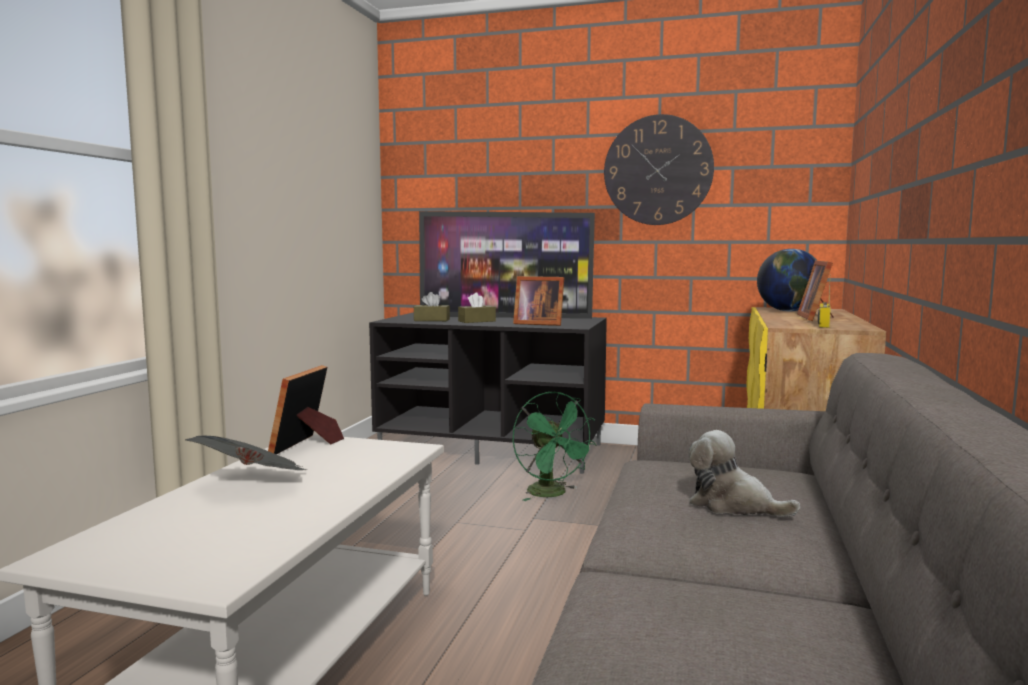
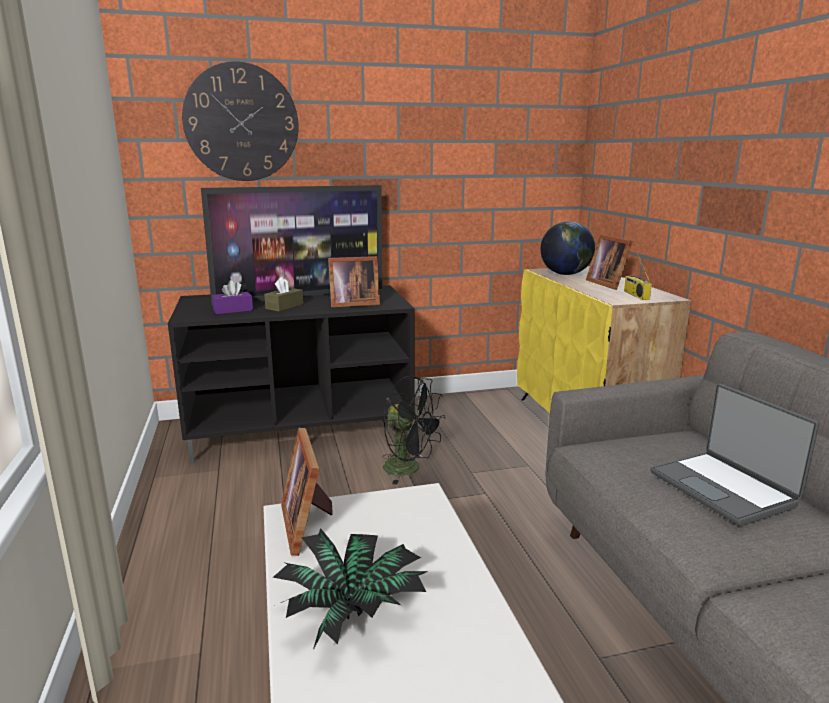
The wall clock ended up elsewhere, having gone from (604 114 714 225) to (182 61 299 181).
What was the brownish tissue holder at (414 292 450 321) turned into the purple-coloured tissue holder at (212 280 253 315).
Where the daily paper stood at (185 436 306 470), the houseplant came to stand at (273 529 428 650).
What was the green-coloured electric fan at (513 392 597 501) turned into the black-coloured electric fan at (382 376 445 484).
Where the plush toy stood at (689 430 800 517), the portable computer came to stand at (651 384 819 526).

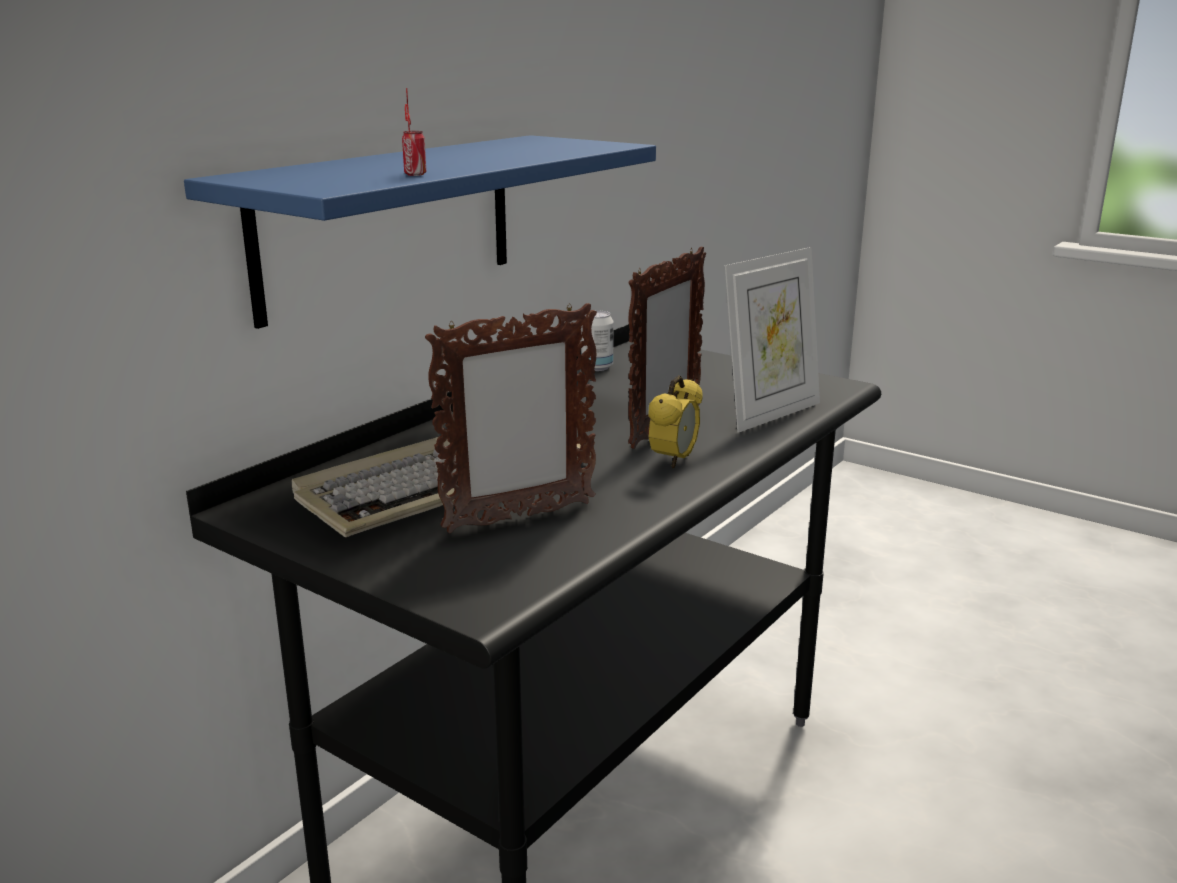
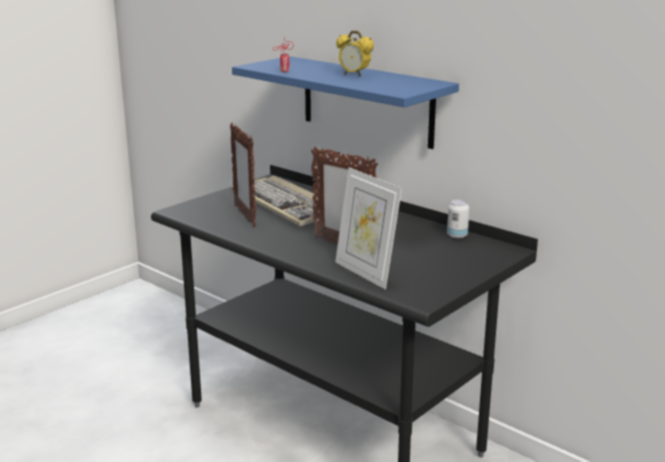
The bedside clock ended up elsewhere, having gone from (648 375 703 468) to (336 31 374 77).

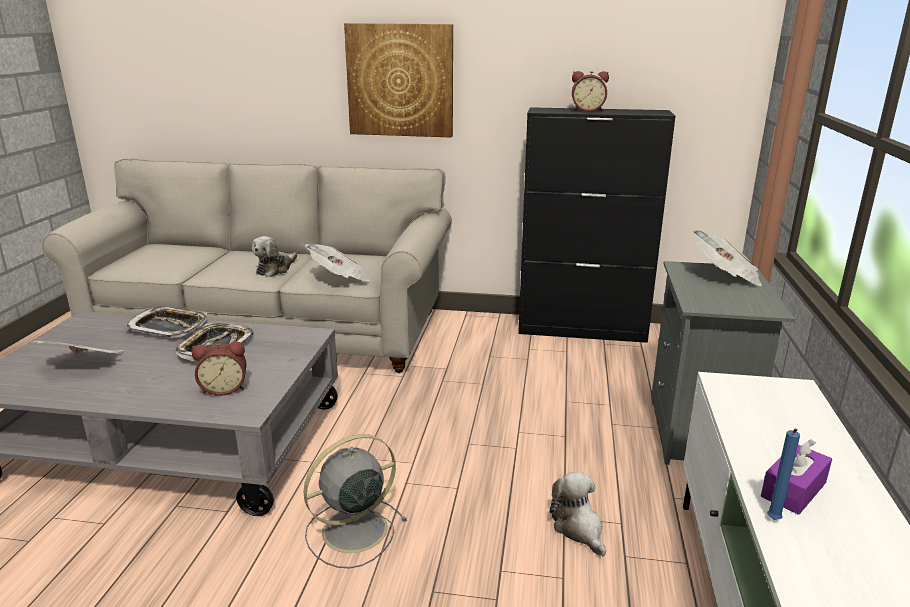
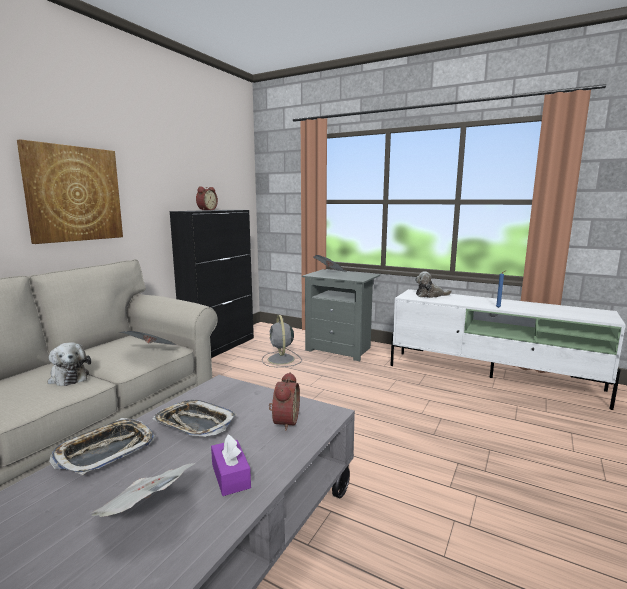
The purple-coloured tissue holder ended up elsewhere, having gone from (761 439 832 515) to (211 435 251 496).
The grey electric fan ended up elsewhere, having gone from (303 434 408 568) to (262 315 302 367).
The plush toy ended up elsewhere, having gone from (550 472 606 557) to (415 271 452 298).

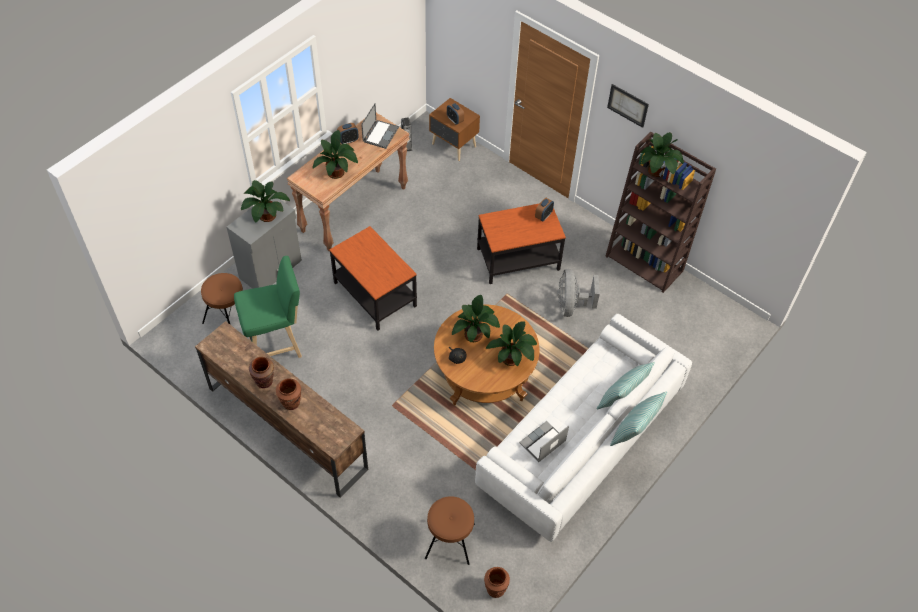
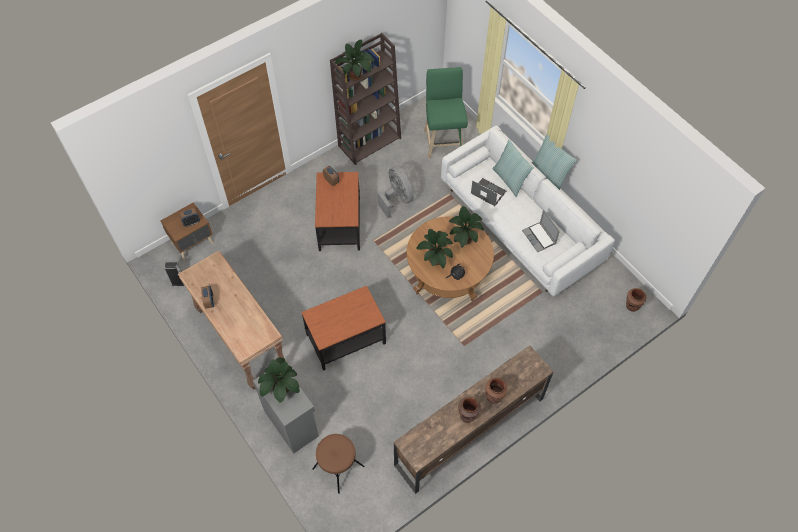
The grey electric fan at (558 269 600 317) ended up facing another way, 135 degrees counterclockwise from before.
The green-coloured stool ended up elsewhere, having gone from (234 256 302 358) to (424 67 468 159).
The portable computer ended up elsewhere, having gone from (361 104 399 149) to (471 178 506 206).
The second view lost the houseplant at (312 130 358 179).
The second view lost the brownish stool at (425 496 475 565).
The second view lost the wall picture at (607 84 649 128).

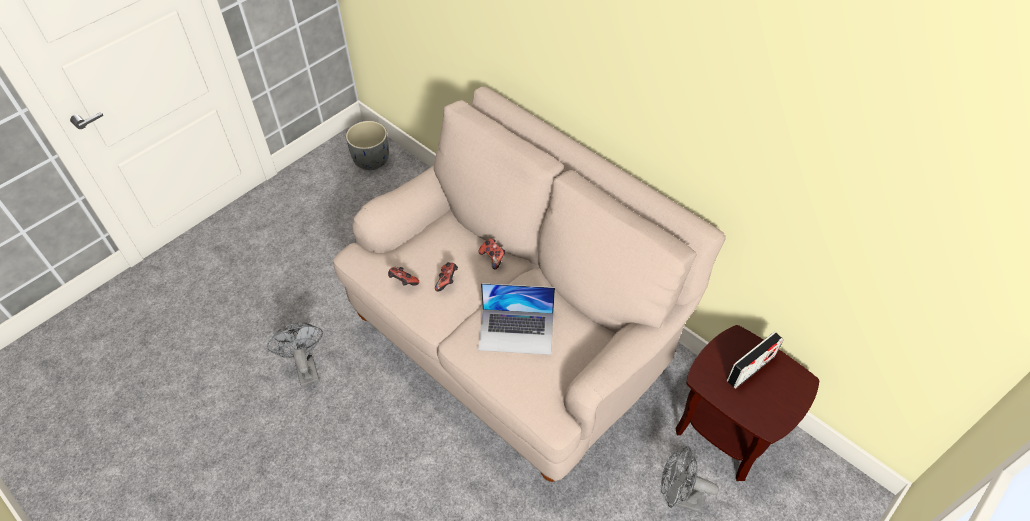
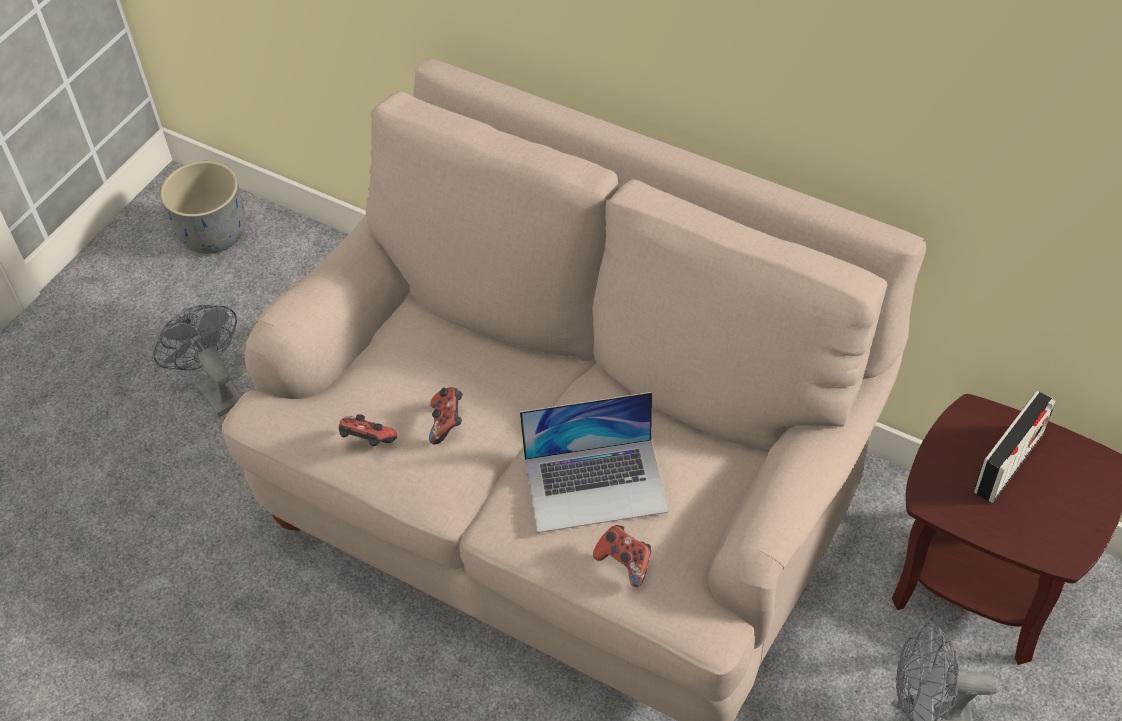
The grey electric fan ended up elsewhere, having gone from (267 323 323 387) to (153 305 242 417).
The gamepad ended up elsewhere, having gone from (478 238 505 270) to (593 525 651 587).

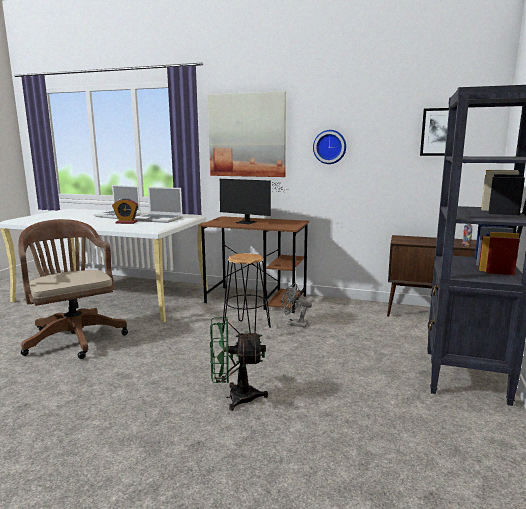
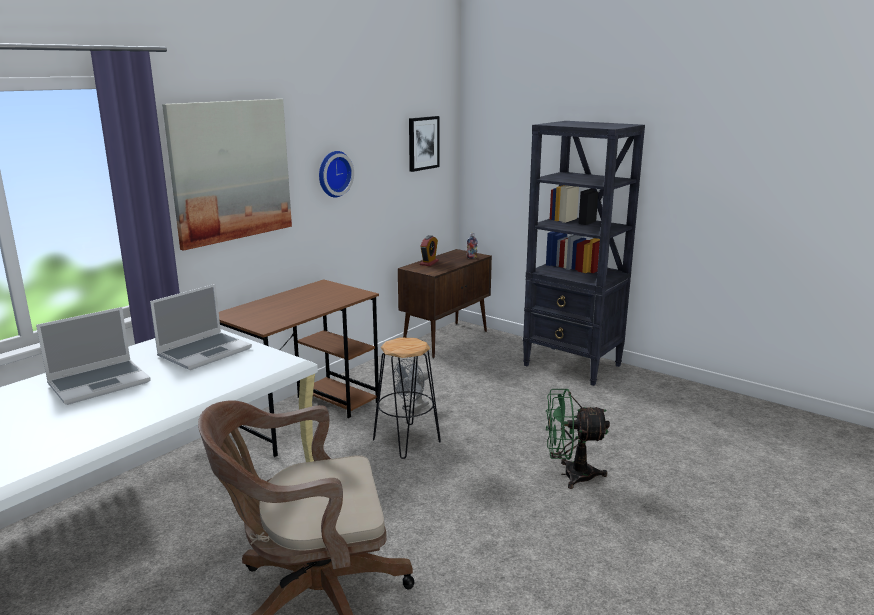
The bedside clock ended up elsewhere, having gone from (112 198 138 224) to (420 235 439 266).
The green-coloured electric fan at (210 317 268 411) ended up facing another way, 75 degrees clockwise from before.
The second view lost the computer display at (220 179 285 224).

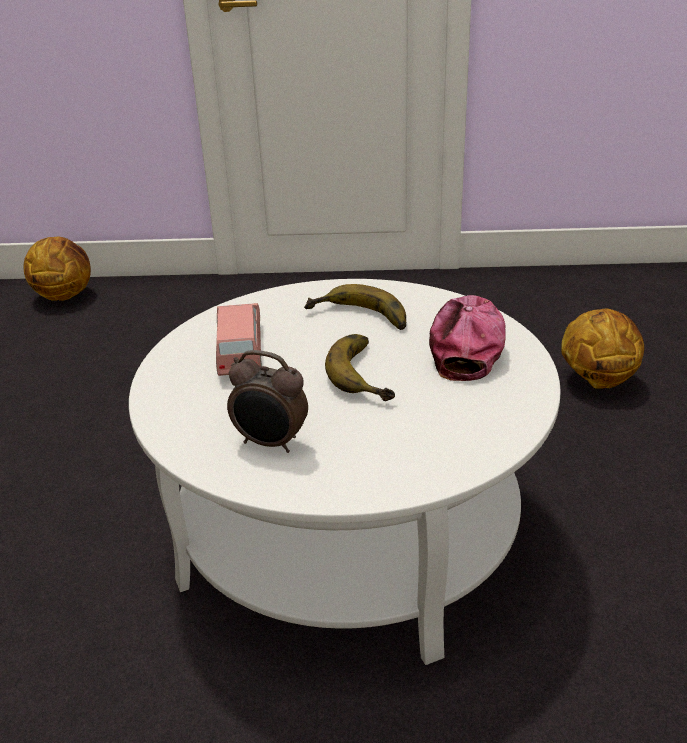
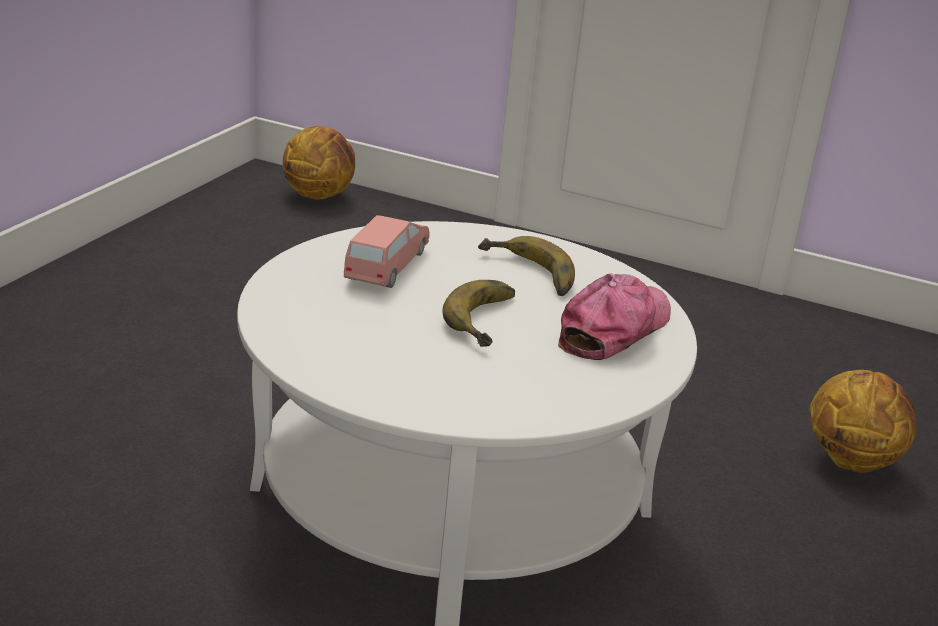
The second view lost the bedside clock at (227 350 308 453).

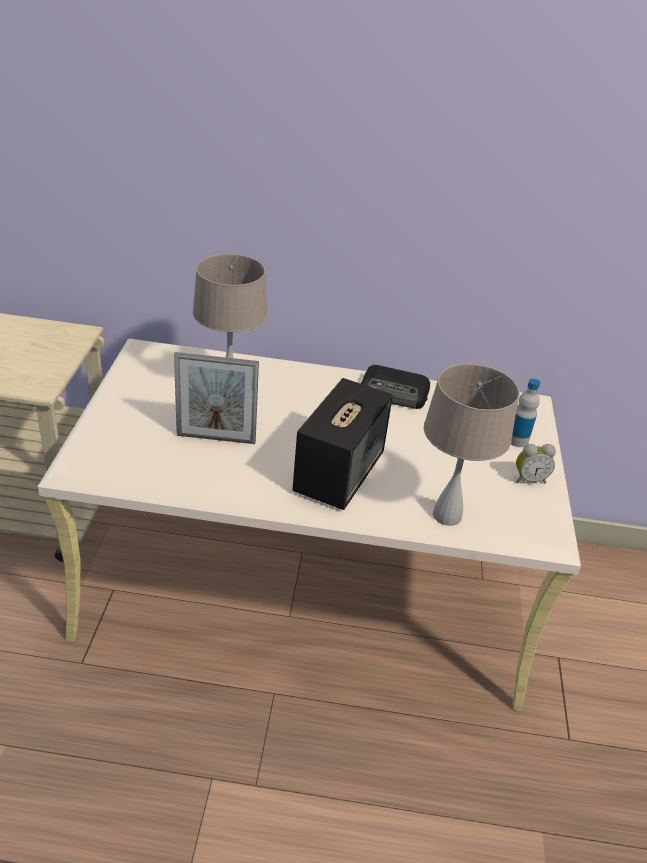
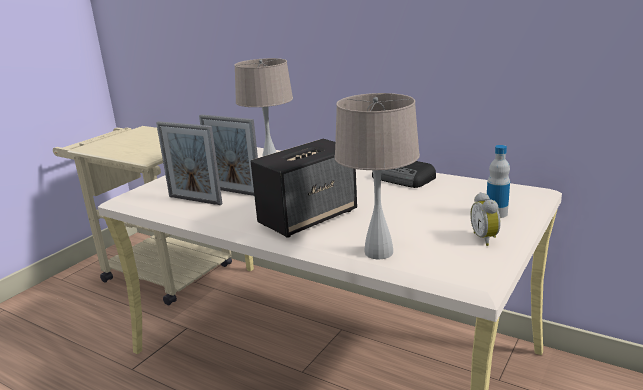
The second view gained the standing frame at (156 121 223 205).
The bedside clock at (516 444 556 483) ended up facing another way, 60 degrees clockwise from before.

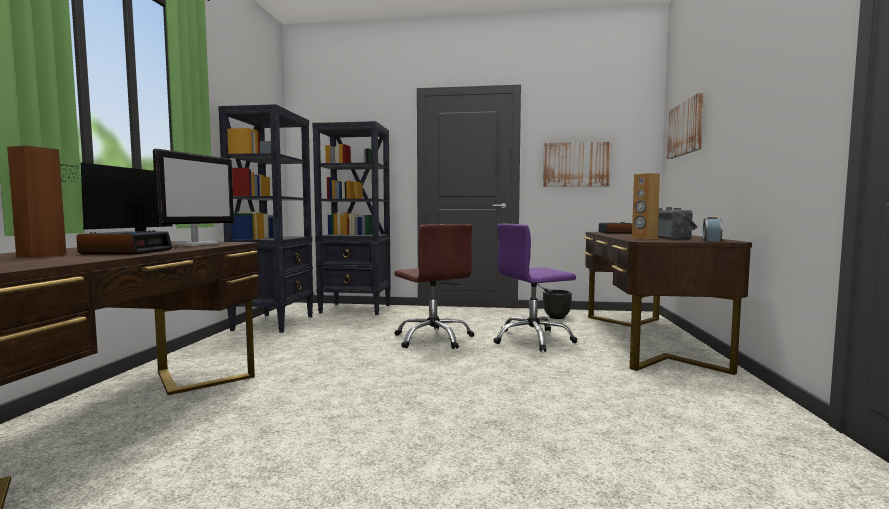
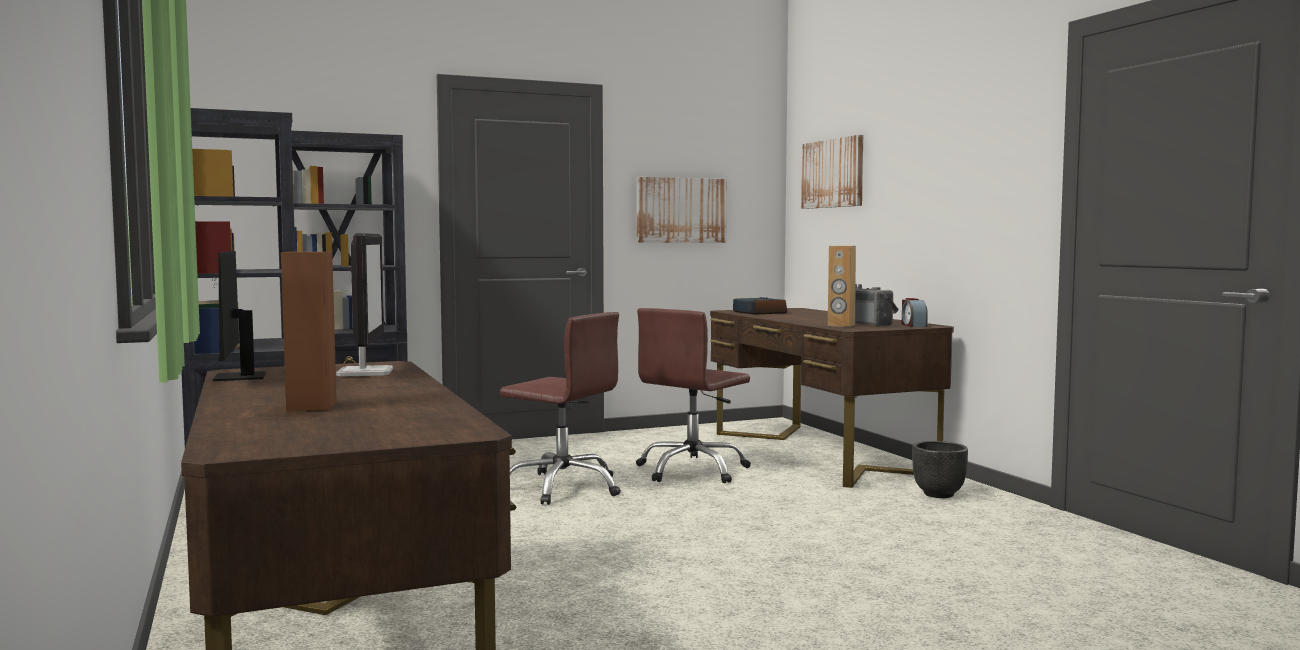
What was the purple-coloured desk chair at (494 224 577 352) turned into the brownish desk chair at (636 308 751 483).
The black-coloured flower pot ended up elsewhere, having gone from (543 290 572 319) to (912 441 968 498).
The second view lost the bedside clock at (76 230 173 254).

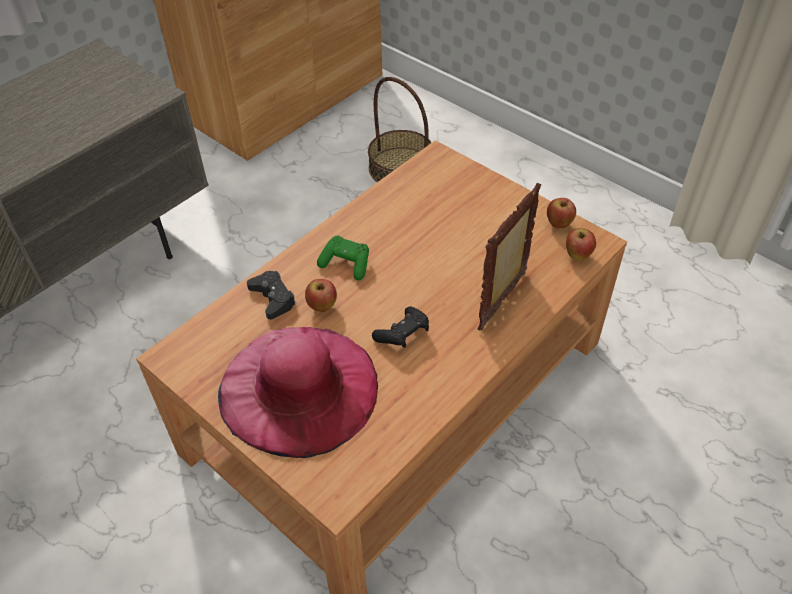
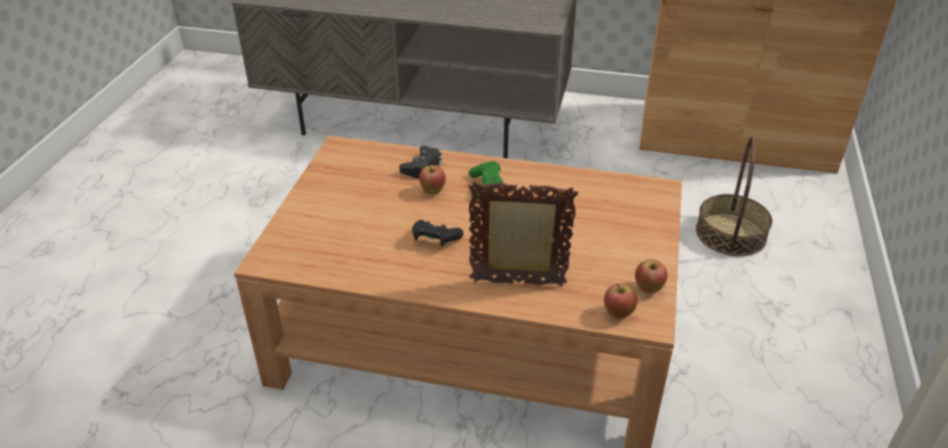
The second view lost the pinkish wearable hat at (218 327 378 458).

